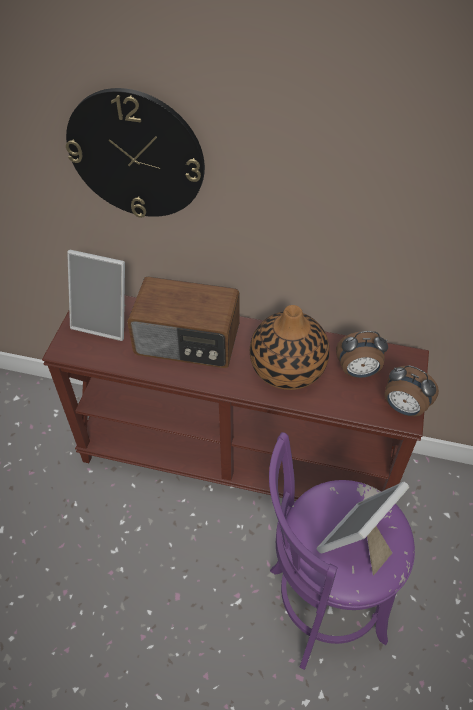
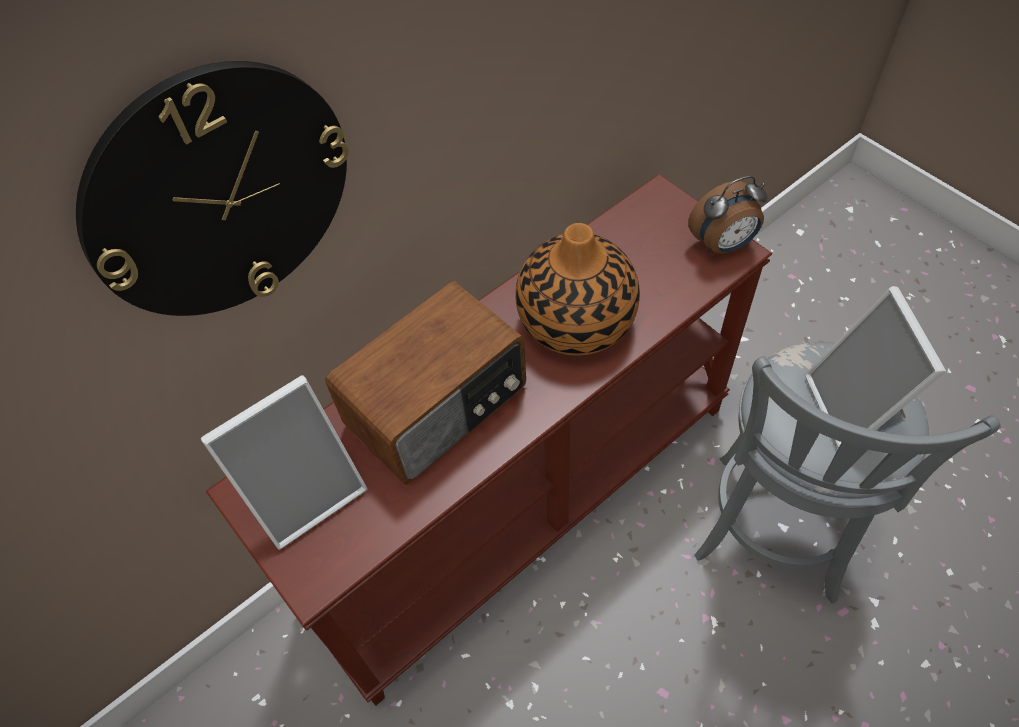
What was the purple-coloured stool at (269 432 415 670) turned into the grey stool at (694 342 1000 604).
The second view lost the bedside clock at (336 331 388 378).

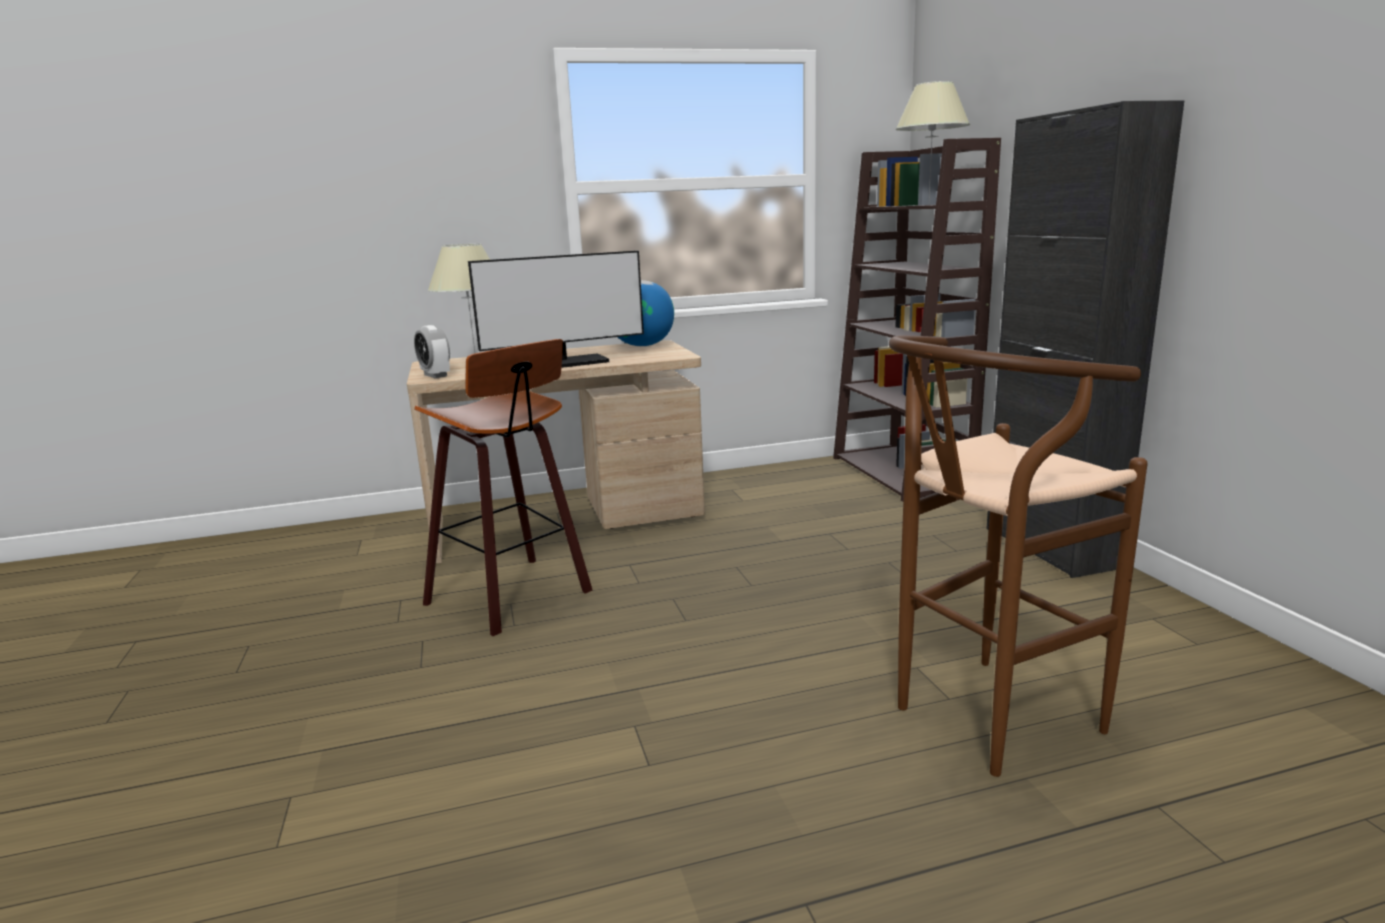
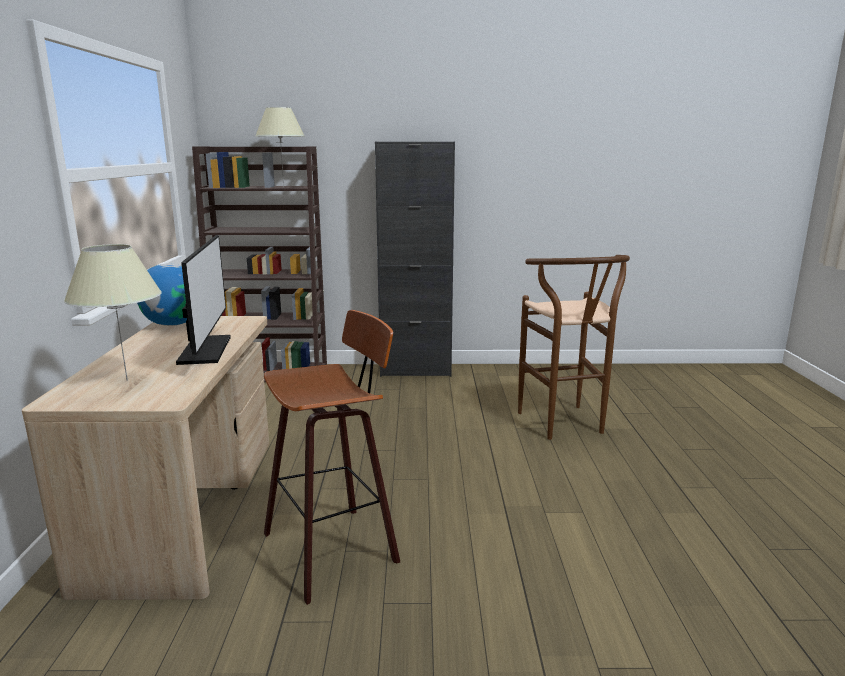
The second view lost the bedside clock at (414 325 450 378).

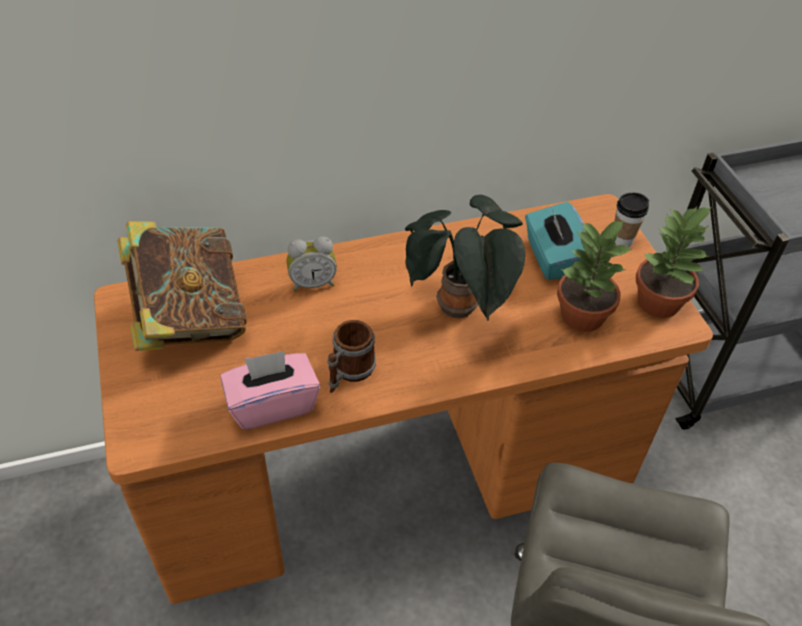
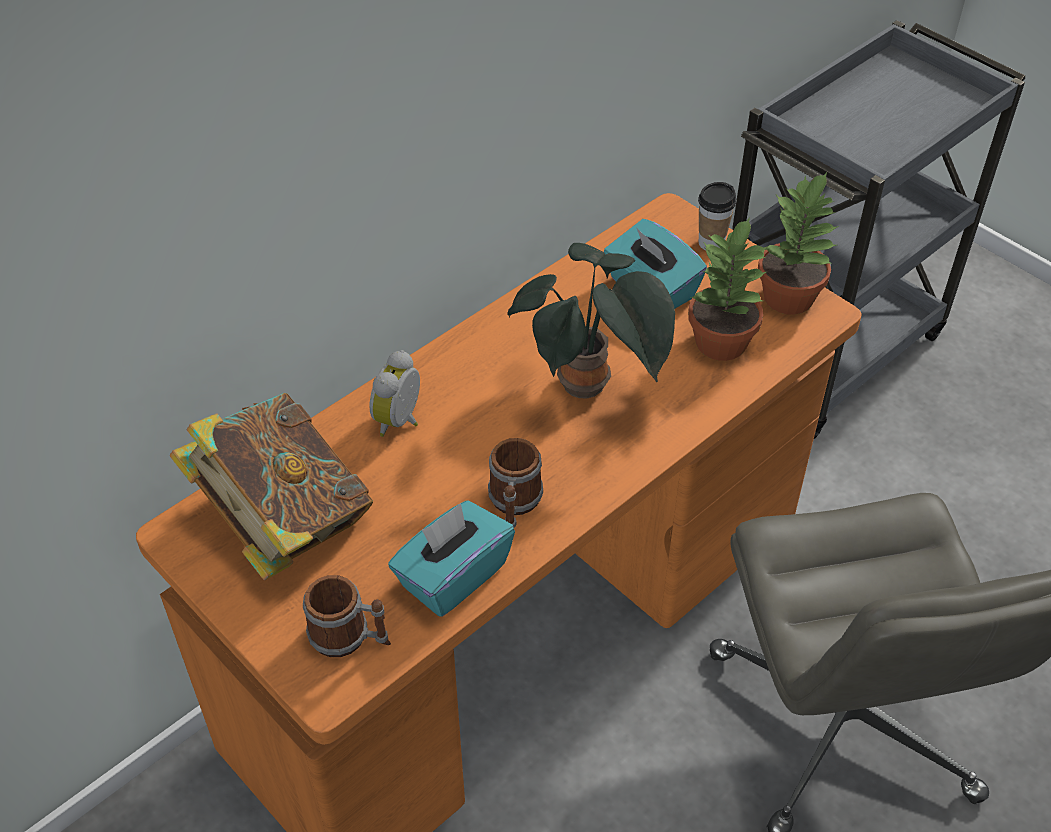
The second view gained the tea mug at (303 575 391 657).
The bedside clock at (287 237 337 291) ended up facing another way, 150 degrees clockwise from before.
What was the pinkish tissue holder at (220 351 320 430) turned into the turquoise-coloured tissue holder at (388 500 515 617).

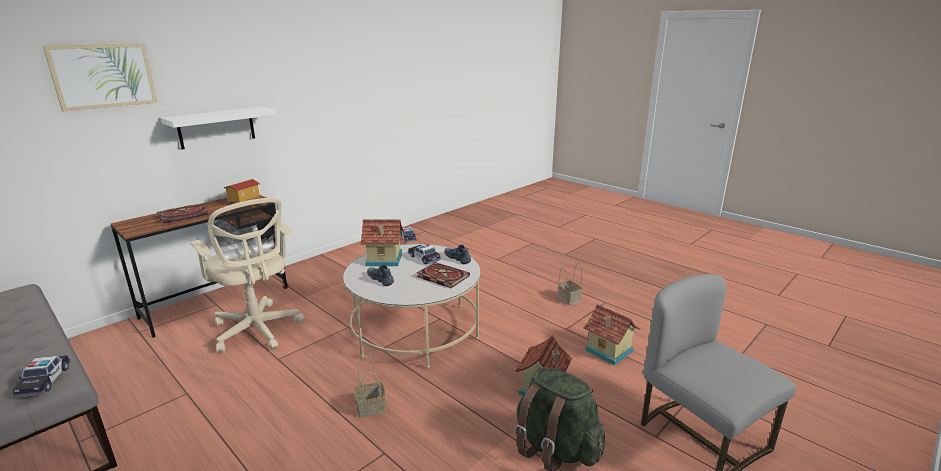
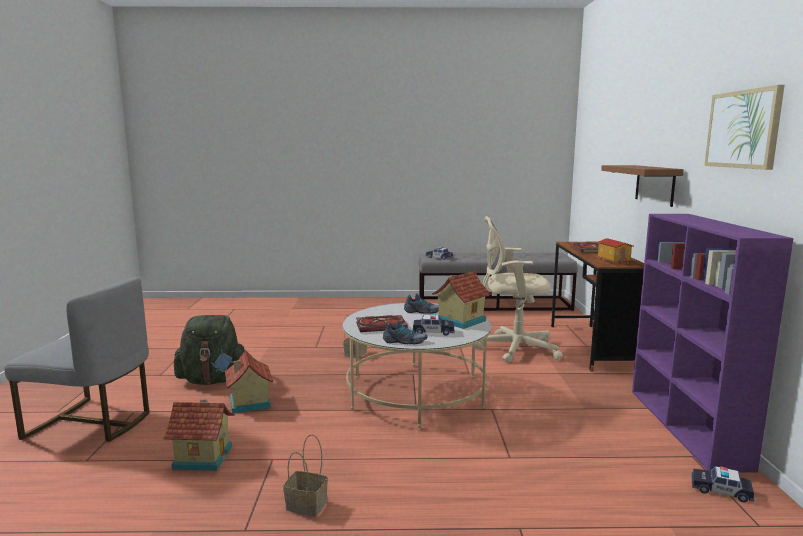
What was the whitish shelf at (161 106 276 150) turned into the brownish shelf at (601 165 684 207).
The second view gained the purple-coloured bookcase at (632 214 794 473).
The wall picture ended up elsewhere, having gone from (43 43 158 111) to (704 85 785 170).

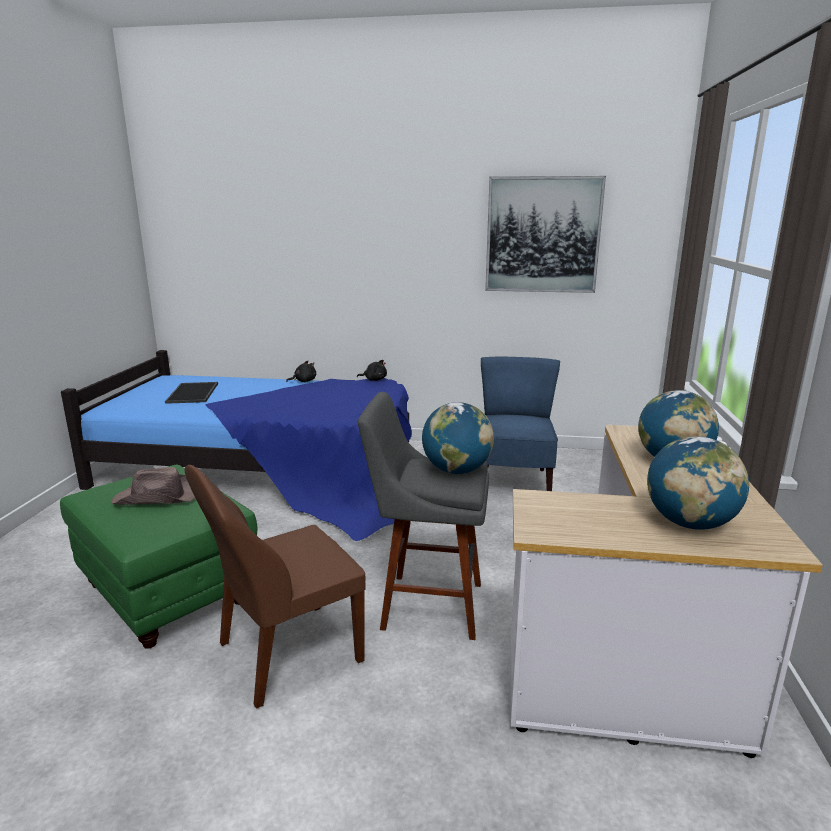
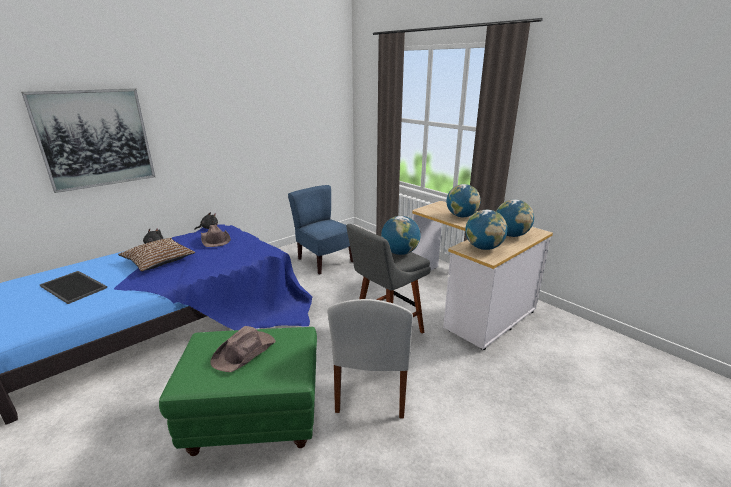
The wall picture ended up elsewhere, having gone from (485 176 606 293) to (21 88 155 193).
The second view gained the brownish cushion at (118 238 195 272).
The second view gained the brownish wearable hat at (201 225 231 247).
What was the brownish upright chair at (185 465 365 709) turned into the whitish upright chair at (327 299 413 419).
The second view gained the globe at (465 210 508 250).

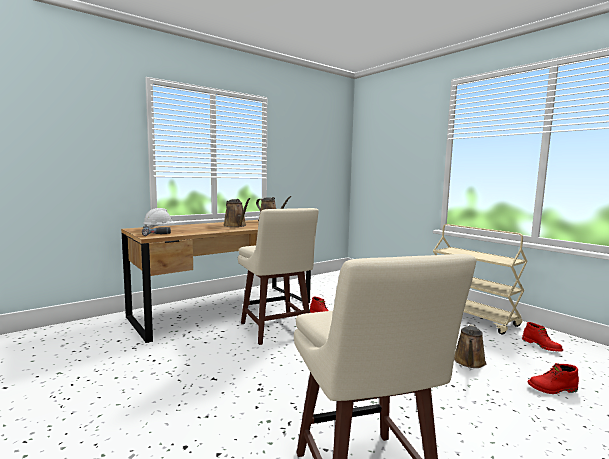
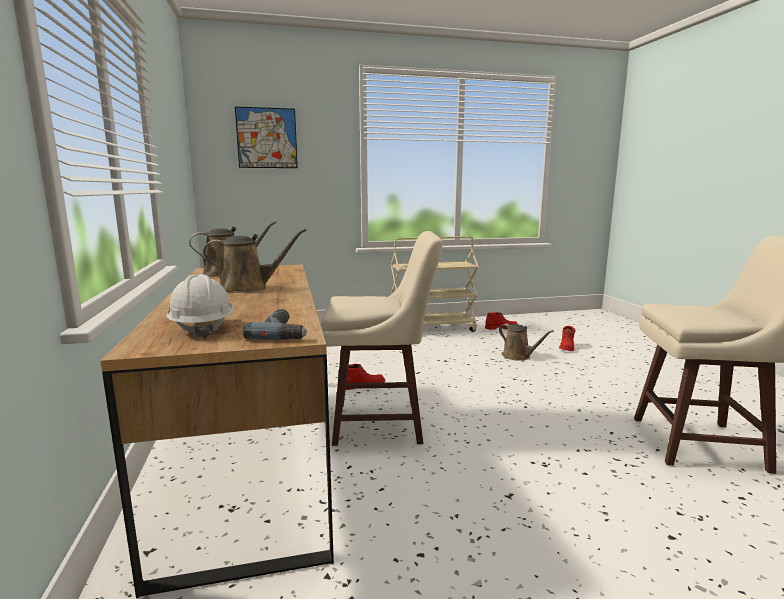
The second view gained the wall picture at (235 107 298 168).

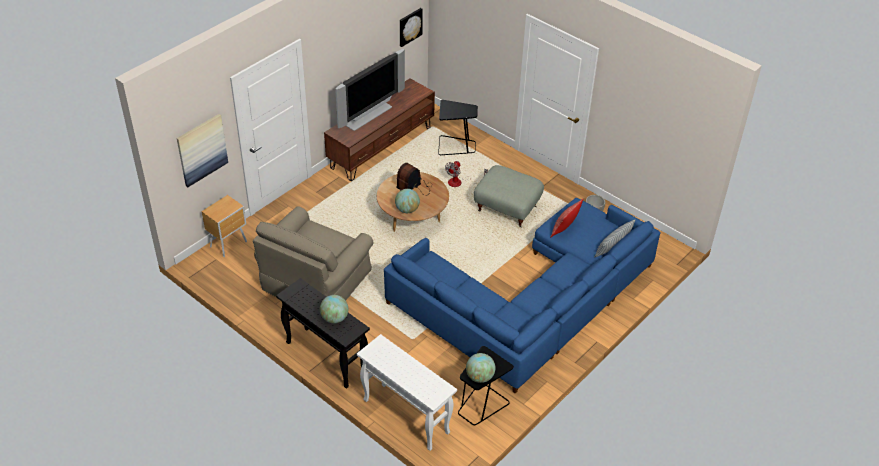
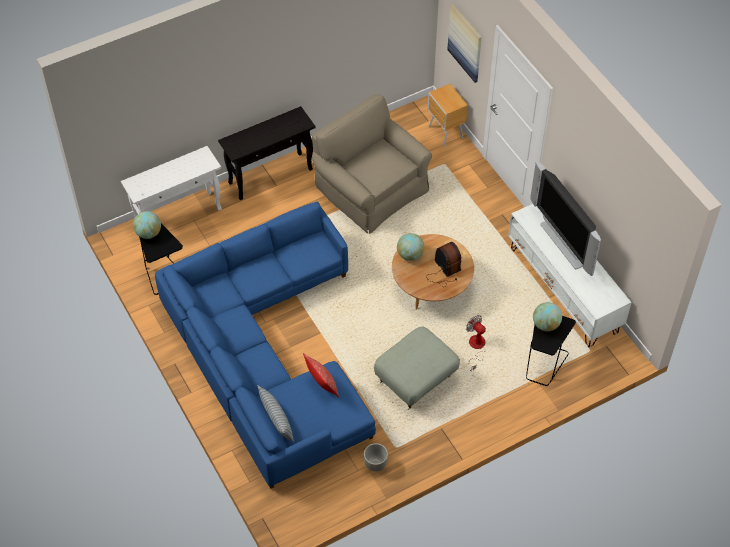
What was the brownish tv stand at (324 78 435 181) turned into the whitish tv stand at (508 204 632 347).
The globe ended up elsewhere, having gone from (320 295 348 324) to (533 302 562 331).
The second view lost the wall picture at (400 8 423 47).

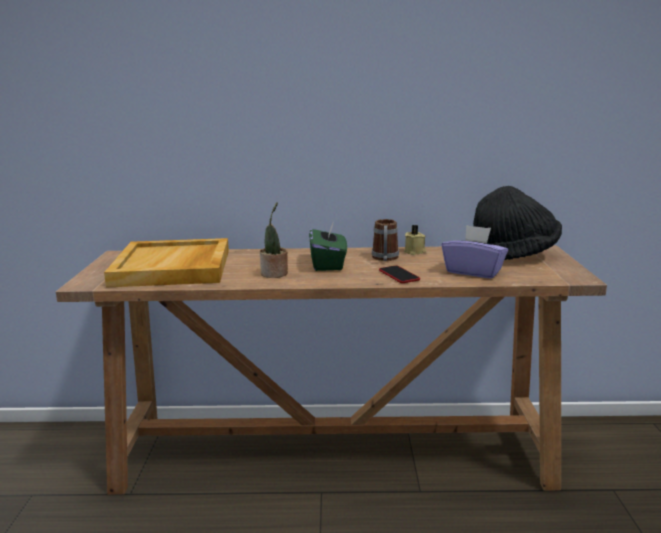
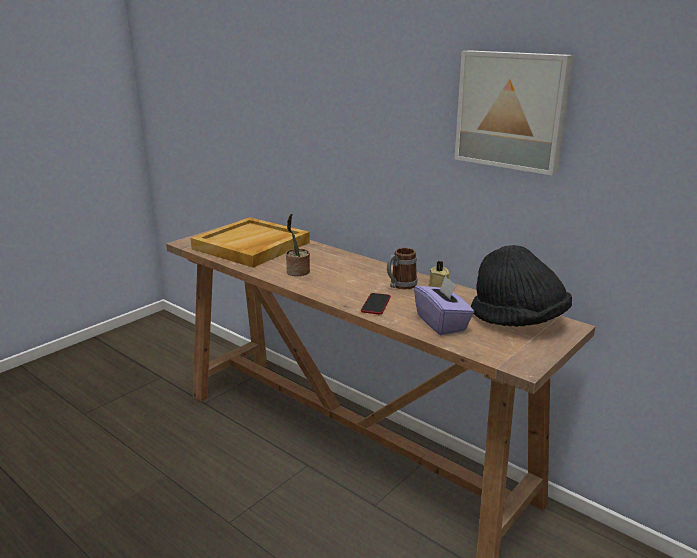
The second view gained the wall picture at (455 50 574 175).
The second view lost the green-coloured tissue holder at (309 220 347 271).

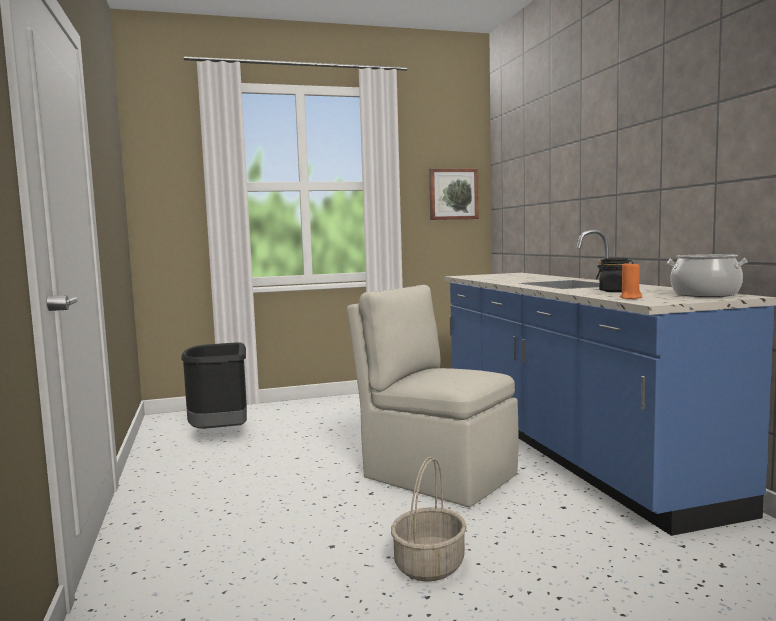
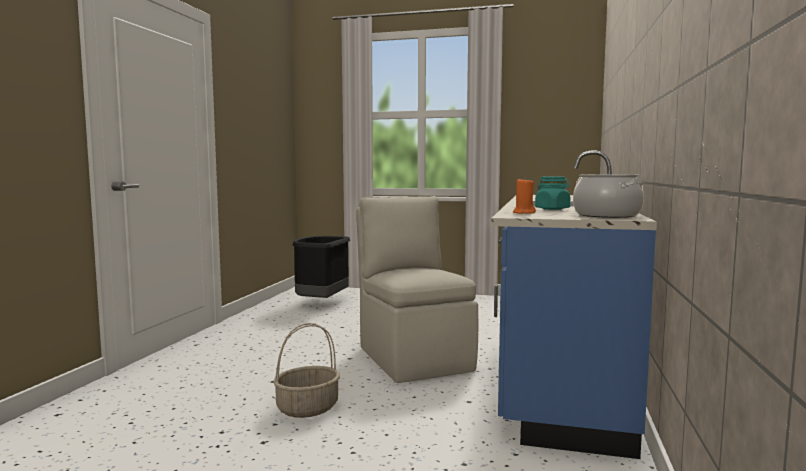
What was the black-coloured storage jar at (596 258 634 292) turned into the turquoise-coloured storage jar at (535 177 570 210).
The second view lost the wall picture at (429 168 479 220).

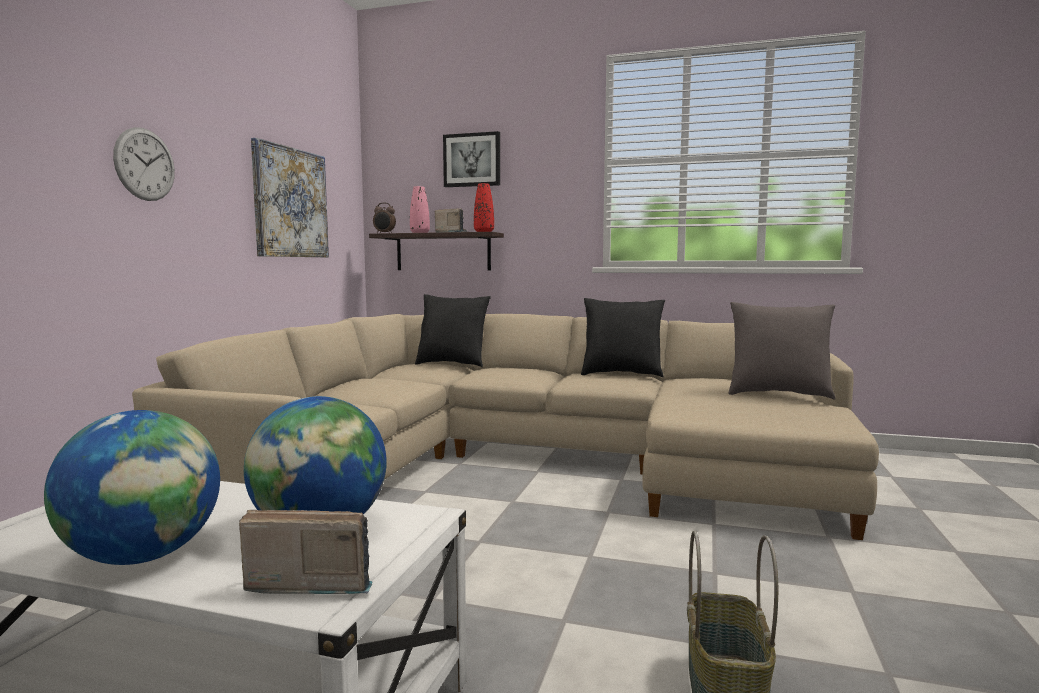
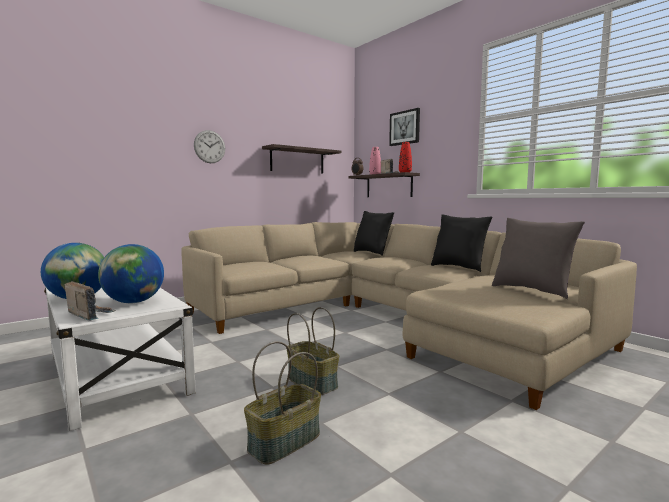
Where the wall picture hung at (251 138 329 257), the shelf came to hang at (262 144 341 173).
The second view gained the storage basket at (286 307 339 395).

